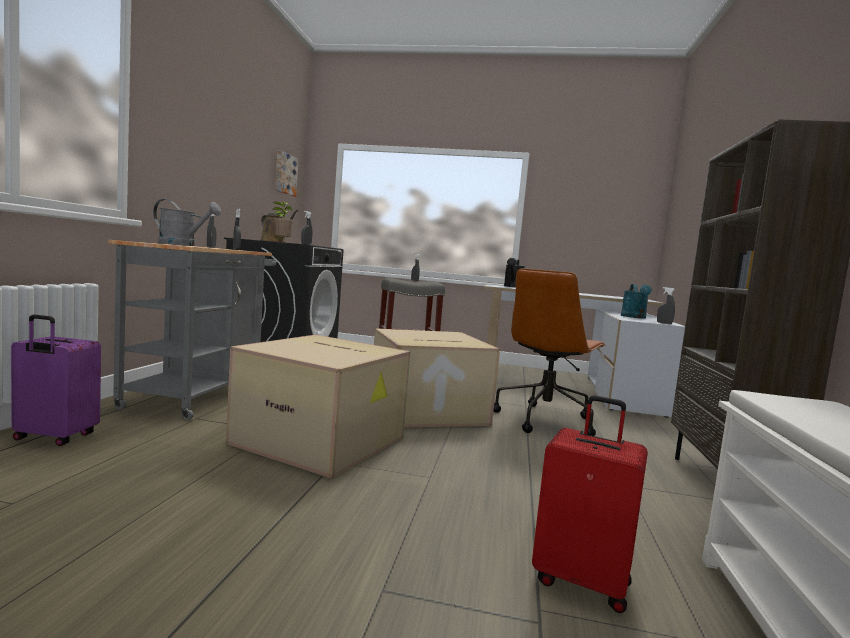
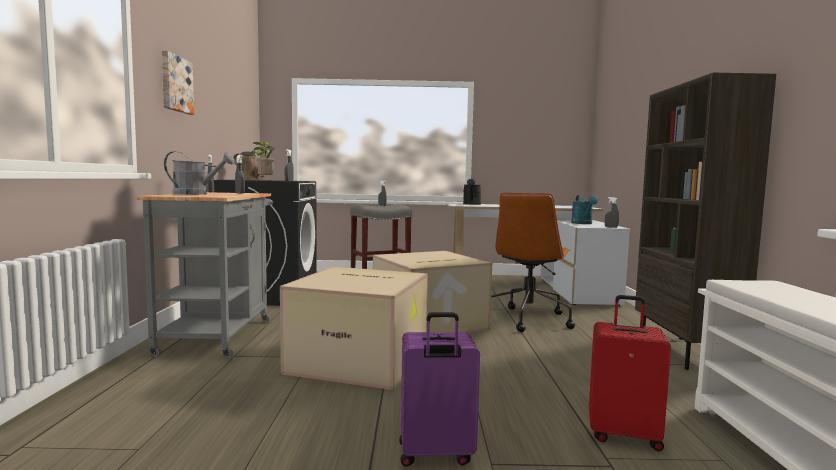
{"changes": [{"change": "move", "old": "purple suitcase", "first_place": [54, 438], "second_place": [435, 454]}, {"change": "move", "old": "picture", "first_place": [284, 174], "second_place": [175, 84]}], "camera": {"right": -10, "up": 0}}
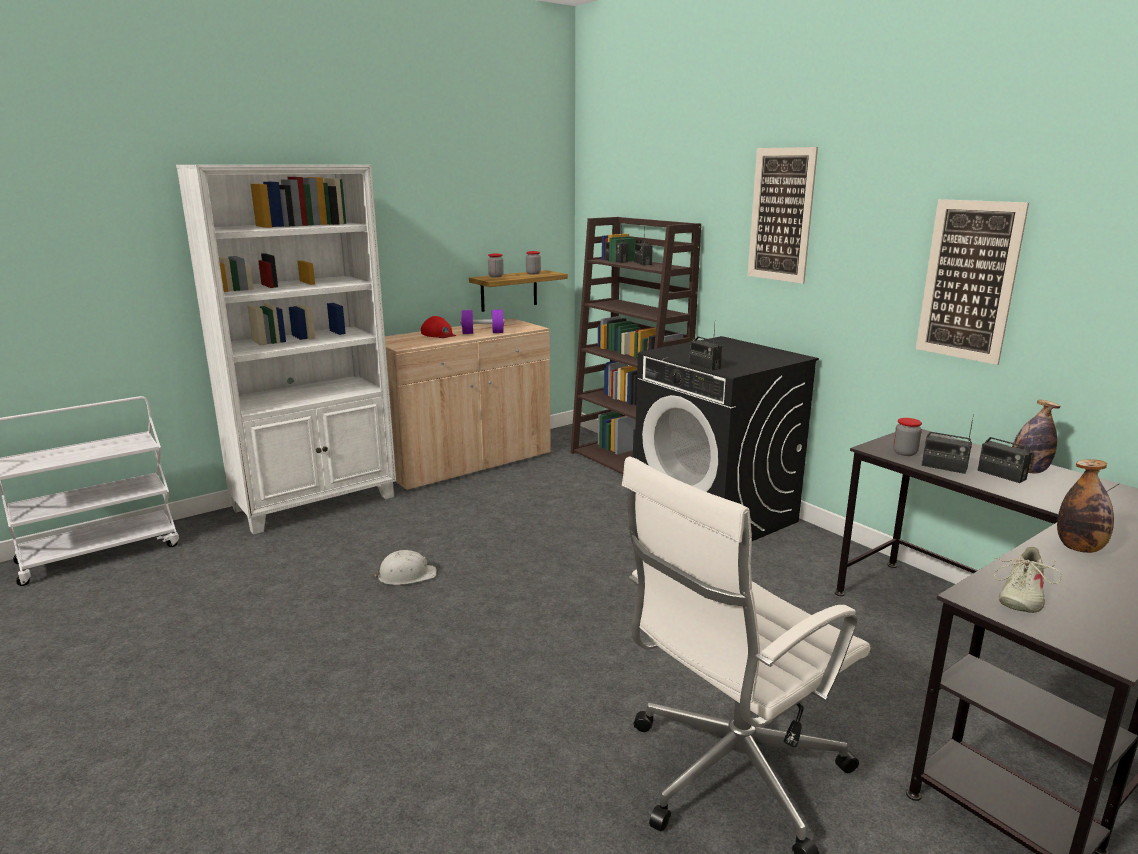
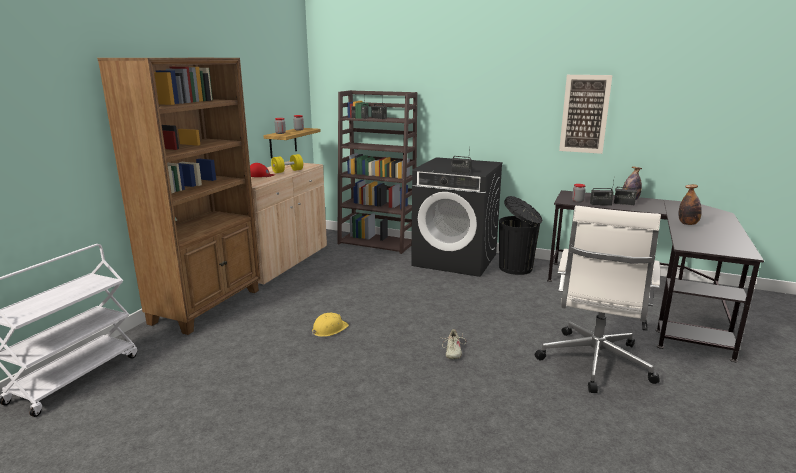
{"changes": [{"change": "recolor", "old": "white bookcase", "new": "brown bookcase", "first_place": [317, 503], "second_place": [208, 306]}, {"change": "recolor", "old": "white hard hat", "new": "yellow hard hat", "first_place": [406, 575], "second_place": [329, 329]}, {"change": "recolor", "old": "purple dumbbell", "new": "yellow dumbbell", "first_place": [483, 333], "second_place": [287, 171]}, {"change": "delete", "old": "picture", "first_place": [781, 215]}, {"change": "move", "old": "beige shoe", "first_place": [1020, 595], "second_place": [452, 351]}, {"change": "insert", "new": "black trash can", "second_place": [516, 268]}], "camera": {"right": -30, "up": 0}}
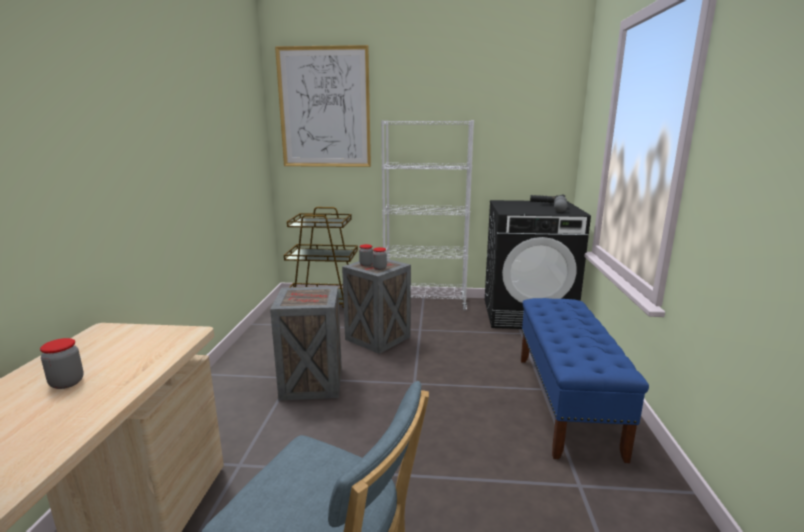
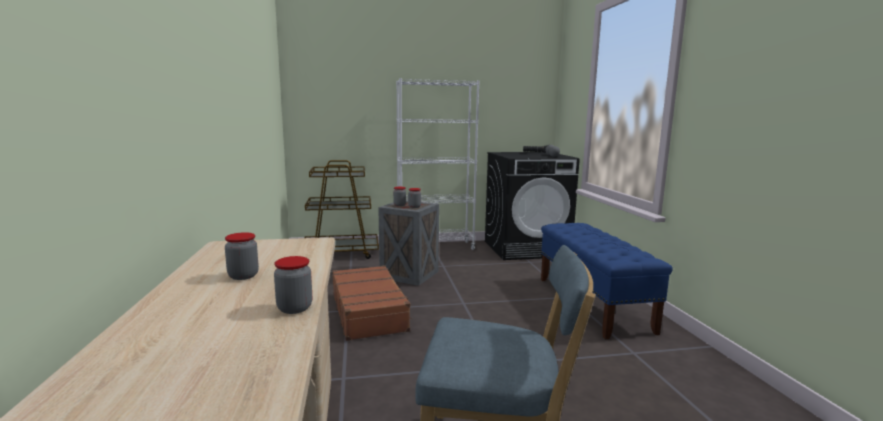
{"changes": [{"change": "replace", "old": "crate", "new": "brown suitcase", "first_place": [311, 382], "second_place": [369, 312]}, {"change": "delete", "old": "picture", "first_place": [324, 108]}, {"change": "insert", "new": "jar", "second_place": [294, 308]}], "camera": {"right": -15, "up": -5}}
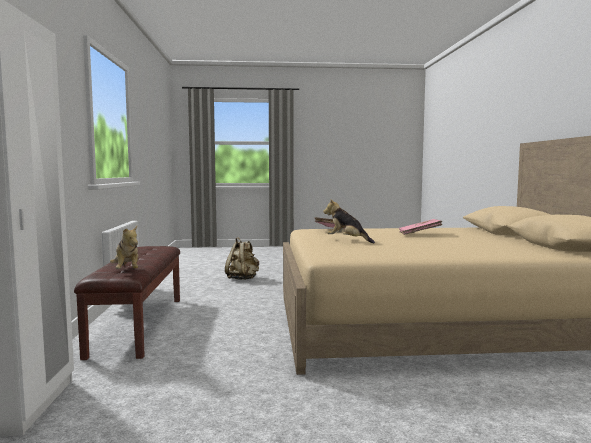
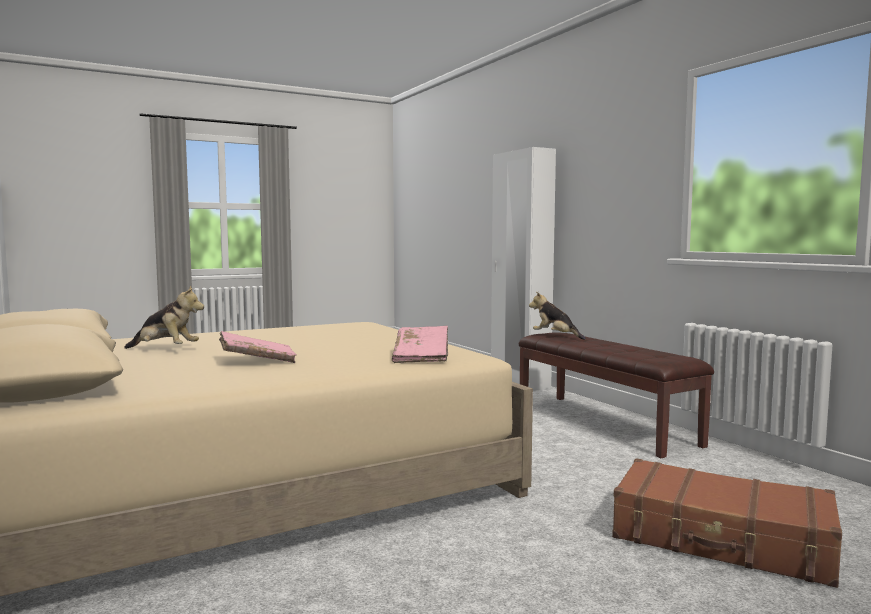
{"changes": [{"change": "replace", "old": "beige backpack", "new": "brown suitcase", "first_place": [243, 279], "second_place": [722, 540]}, {"change": "move", "old": "plush toy", "first_place": [347, 240], "second_place": [165, 350]}], "camera": {"right": 155, "up": 0}}
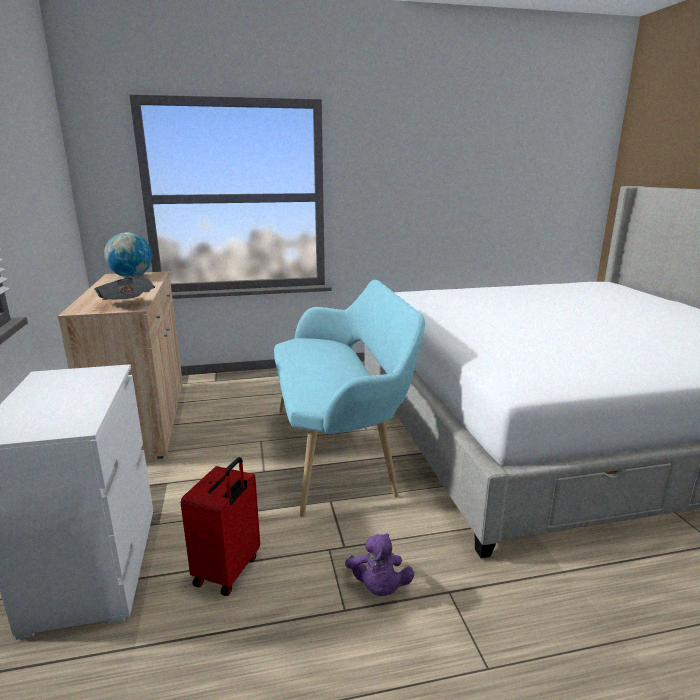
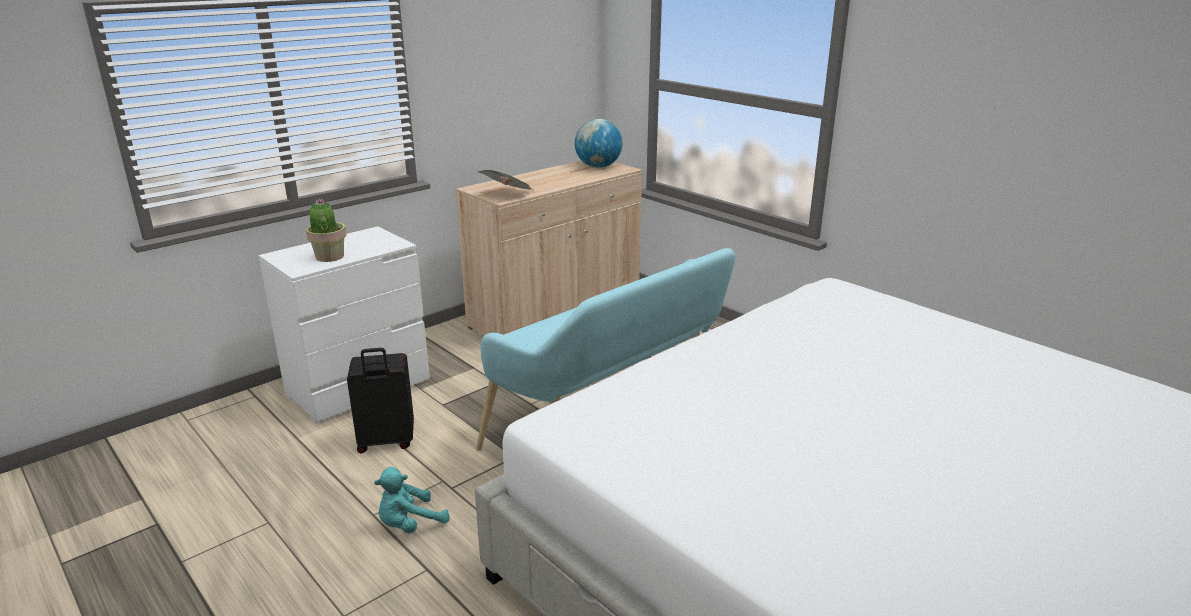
{"changes": [{"change": "recolor", "old": "red suitcase", "new": "black suitcase", "first_place": [228, 571], "second_place": [386, 442]}, {"change": "recolor", "old": "purple plush toy", "new": "turquoise plush toy", "first_place": [378, 587], "second_place": [409, 524]}, {"change": "insert", "new": "potted plant", "second_place": [329, 257]}], "camera": {"right": 60, "up": 5}}
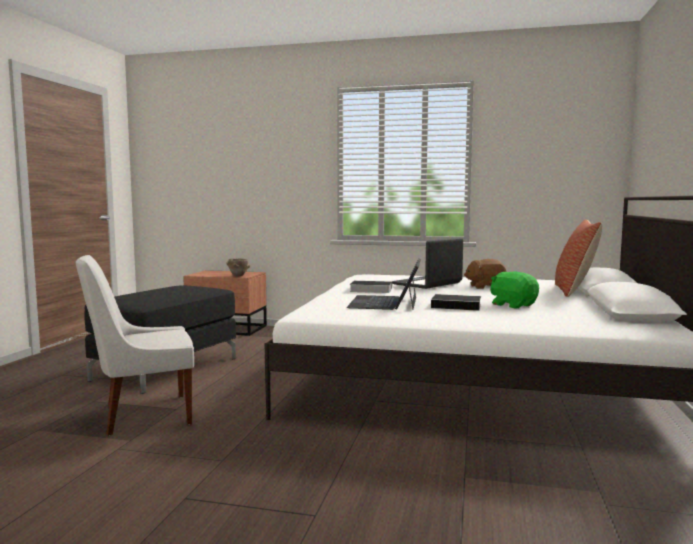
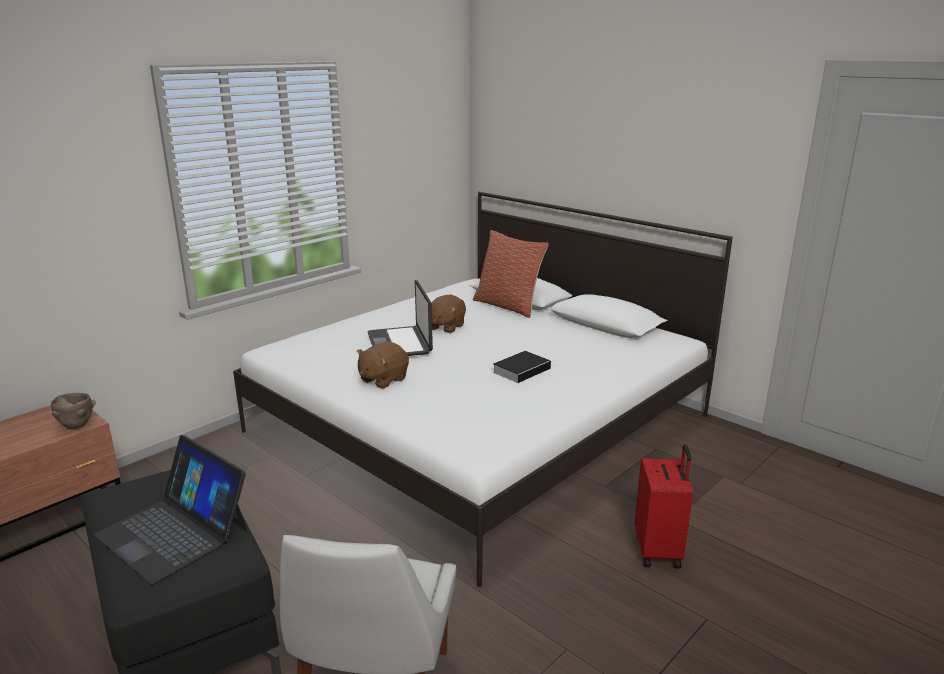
{"changes": [{"change": "move", "old": "laptop", "first_place": [385, 302], "second_place": [174, 531]}, {"change": "replace", "old": "book", "new": "brown plush toy", "first_place": [369, 290], "second_place": [383, 379]}, {"change": "delete", "old": "green plush toy", "first_place": [513, 305]}, {"change": "insert", "new": "red suitcase", "second_place": [659, 550]}], "camera": {"right": -60, "up": 15}}
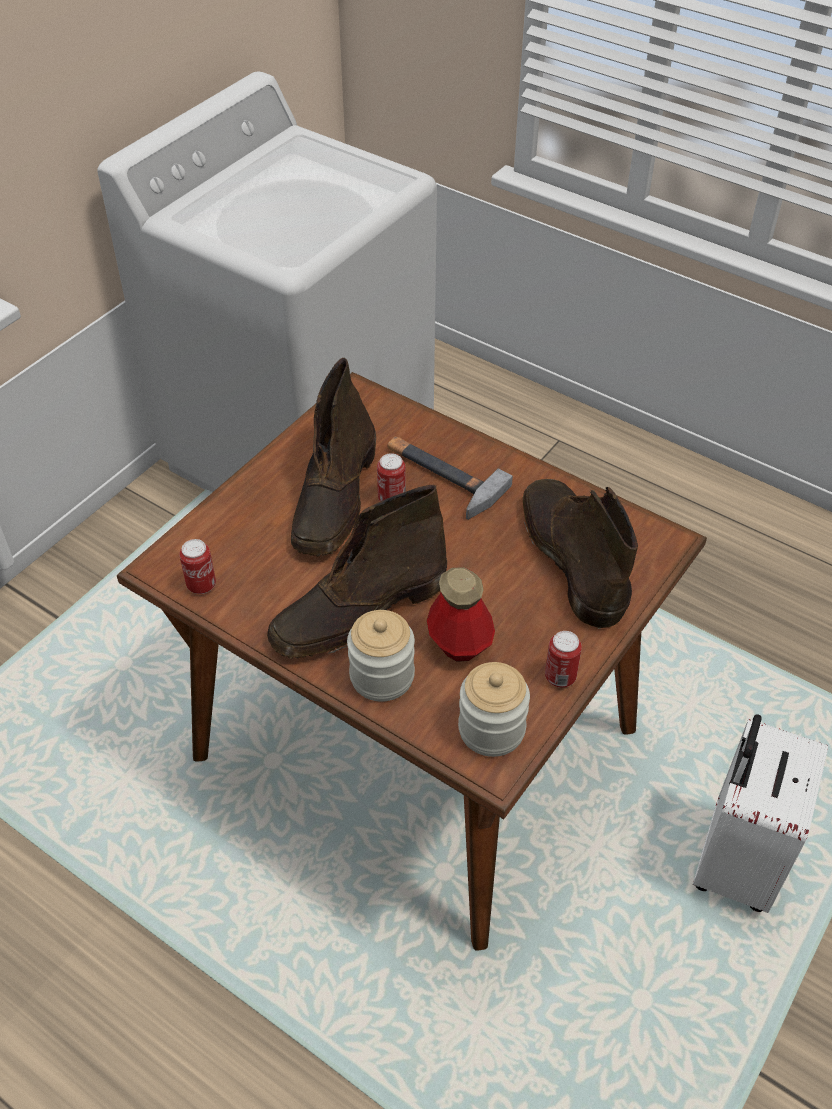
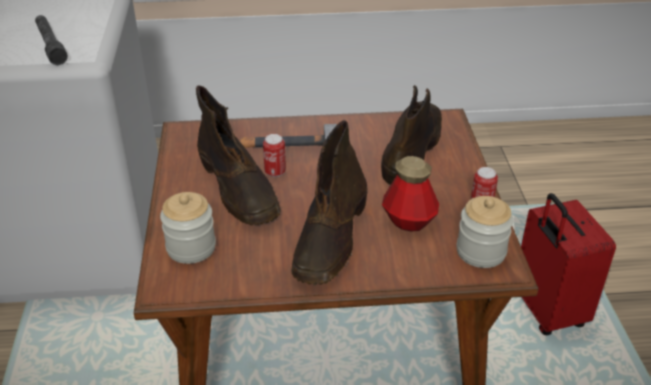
{"changes": [{"change": "delete", "old": "can", "first_place": [201, 585]}, {"change": "move", "old": "jar", "first_place": [382, 676], "second_place": [191, 247]}, {"change": "rotate", "old": "brown boot", "first_place": [571, 557], "second_place": [412, 149], "degrees": 75}, {"change": "recolor", "old": "white suitcase", "new": "red suitcase", "first_place": [734, 861], "second_place": [546, 311]}, {"change": "insert", "new": "grey flashlight", "second_place": [50, 45]}], "camera": {"right": -40, "up": -10}}
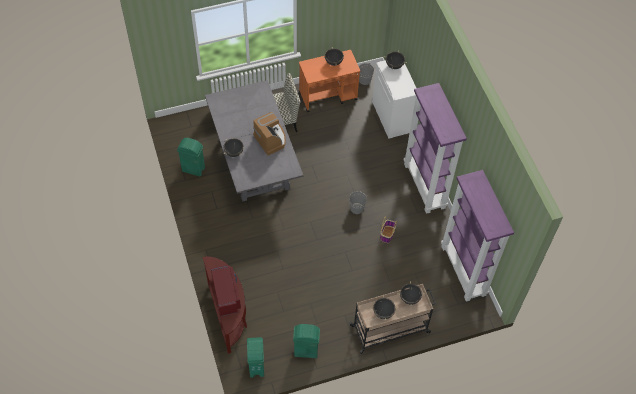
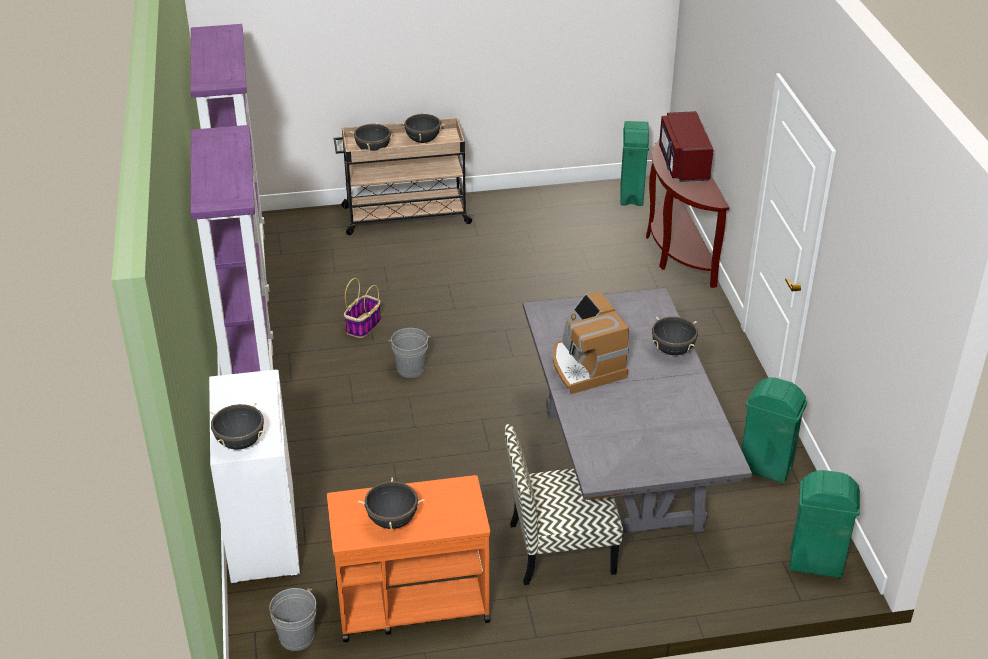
{"changes": [{"change": "move", "old": "green trash can", "first_place": [305, 351], "second_place": [816, 564]}], "camera": {"right": -170, "up": -20}}
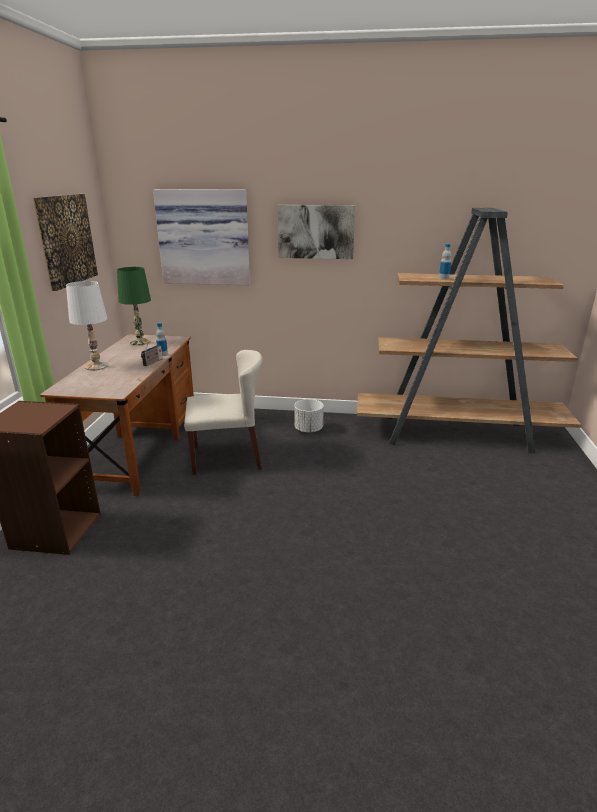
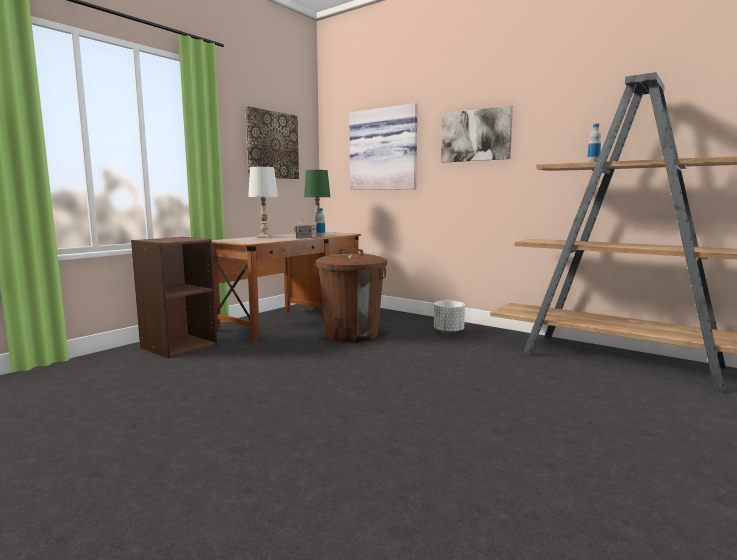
{"changes": [{"change": "replace", "old": "beige chair", "new": "brown trash can", "first_place": [227, 457], "second_place": [351, 334]}], "camera": {"right": 30, "up": -15}}
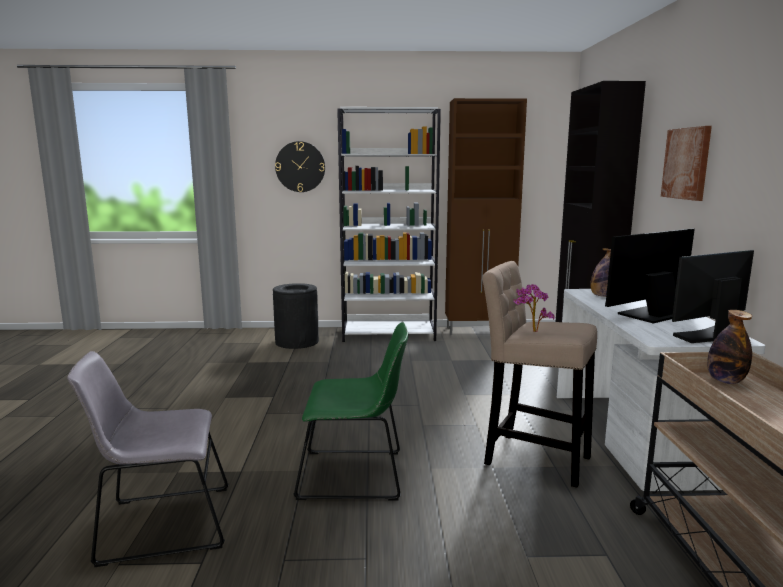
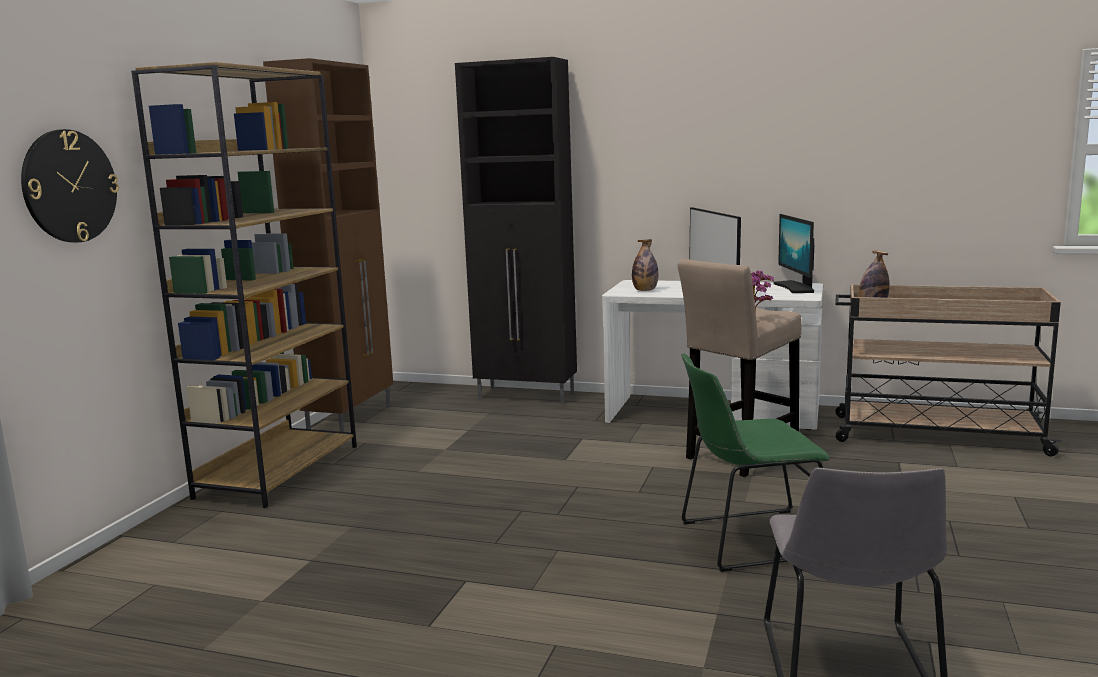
{"changes": [{"change": "delete", "old": "black trash can", "first_place": [297, 341]}, {"change": "rotate", "old": "green chair", "first_place": [356, 475], "second_place": [749, 540], "degrees": -120}, {"change": "recolor", "old": "white bookcase", "new": "brown bookcase", "first_place": [389, 334], "second_place": [279, 471]}, {"change": "delete", "old": "picture", "first_place": [687, 163]}], "camera": {"right": -70, "up": 0}}
